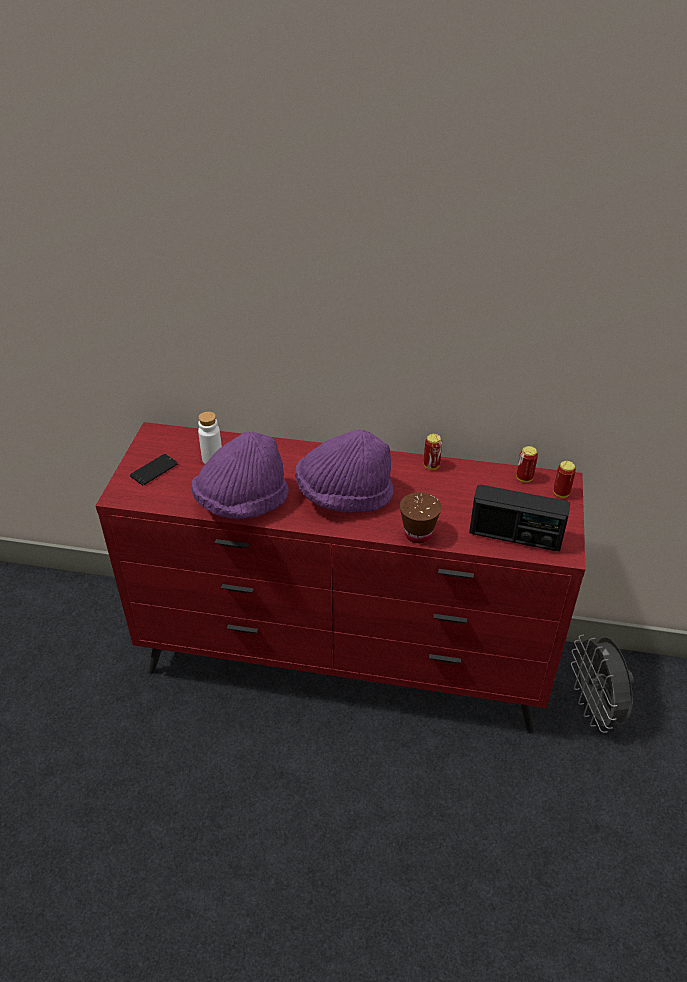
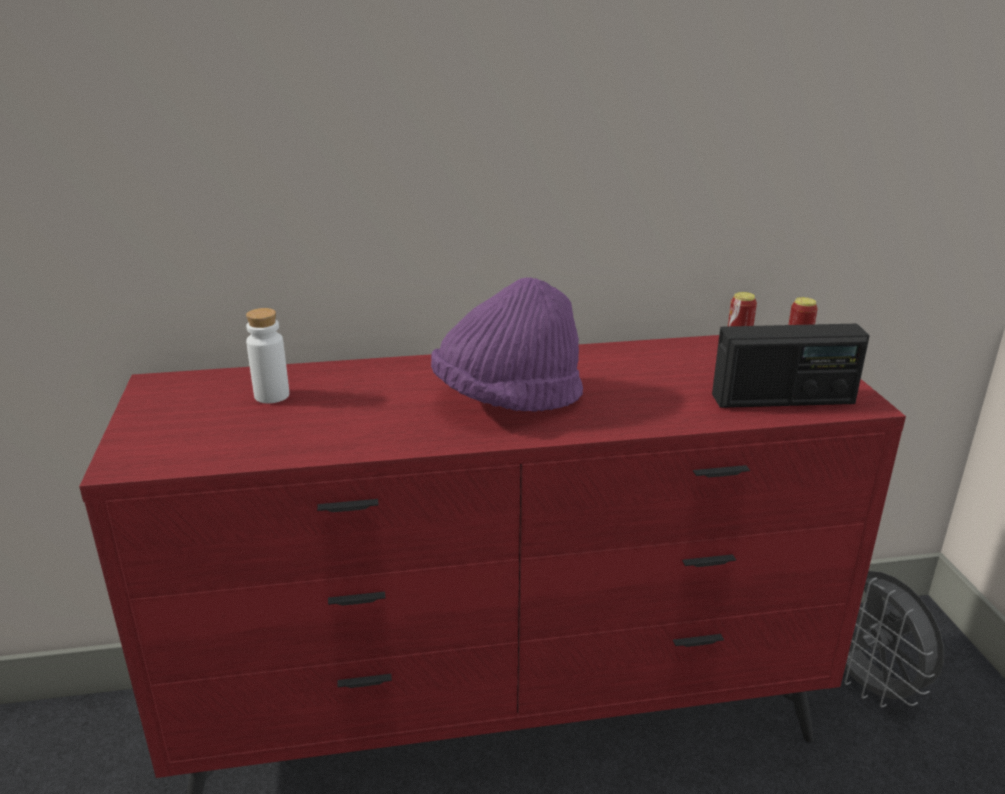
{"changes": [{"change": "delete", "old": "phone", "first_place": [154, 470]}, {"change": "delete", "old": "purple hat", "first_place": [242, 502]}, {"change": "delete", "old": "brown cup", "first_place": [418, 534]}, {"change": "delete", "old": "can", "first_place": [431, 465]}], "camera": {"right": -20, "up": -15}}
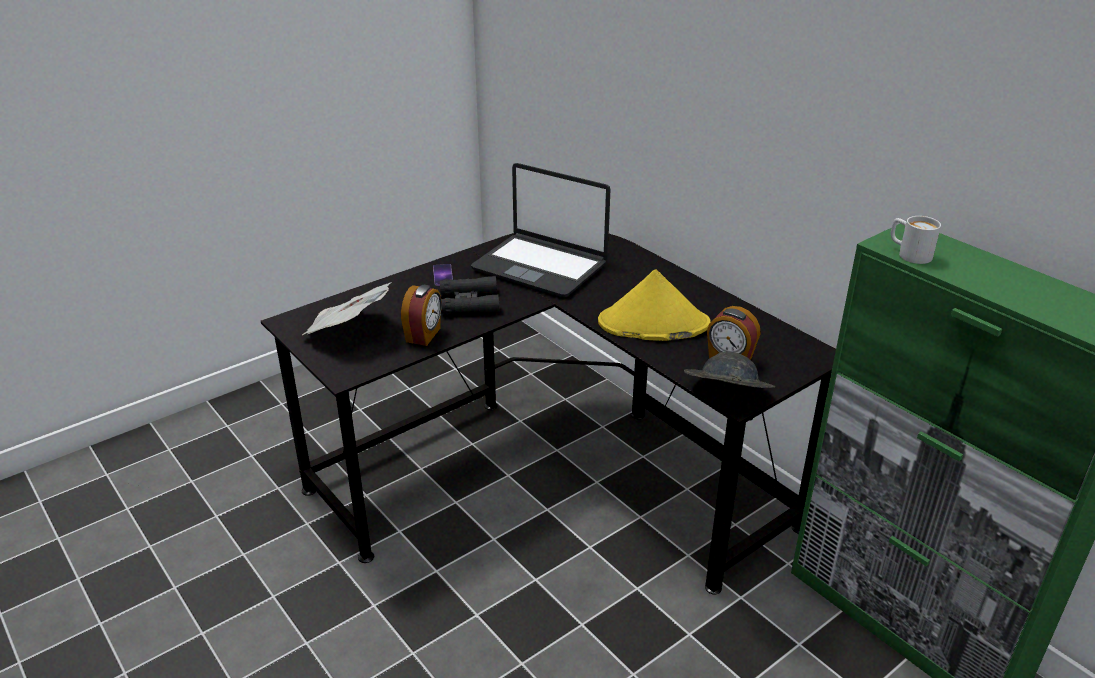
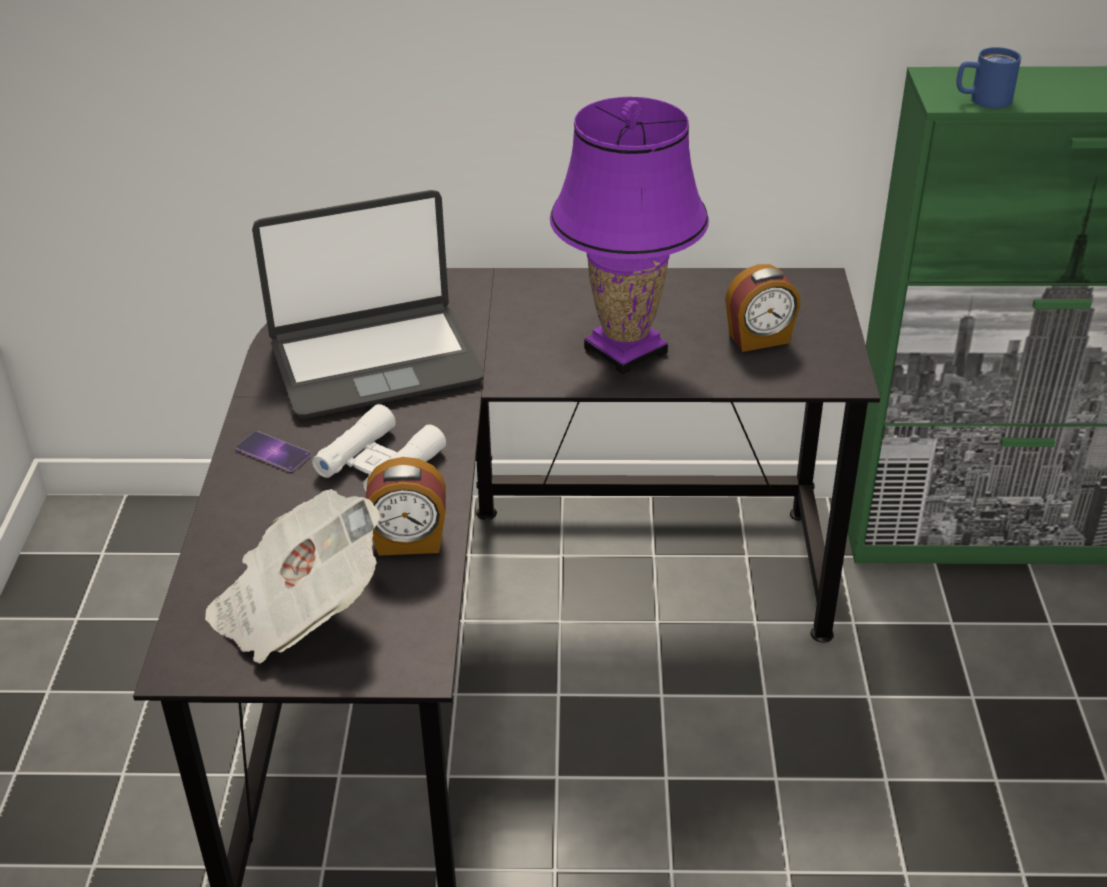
{"changes": [{"change": "rotate", "old": "alarm clock", "first_place": [424, 335], "second_place": [409, 542], "degrees": 120}, {"change": "recolor", "old": "black binoculars", "new": "white binoculars", "first_place": [469, 302], "second_place": [380, 463]}, {"change": "replace", "old": "yellow hat", "new": "purple table lamp", "first_place": [653, 324], "second_place": [625, 350]}, {"change": "delete", "old": "grey hat", "first_place": [726, 396]}, {"change": "recolor", "old": "white mug", "new": "blue mug", "first_place": [908, 254], "second_place": [982, 100]}], "camera": {"right": -50, "up": 5}}
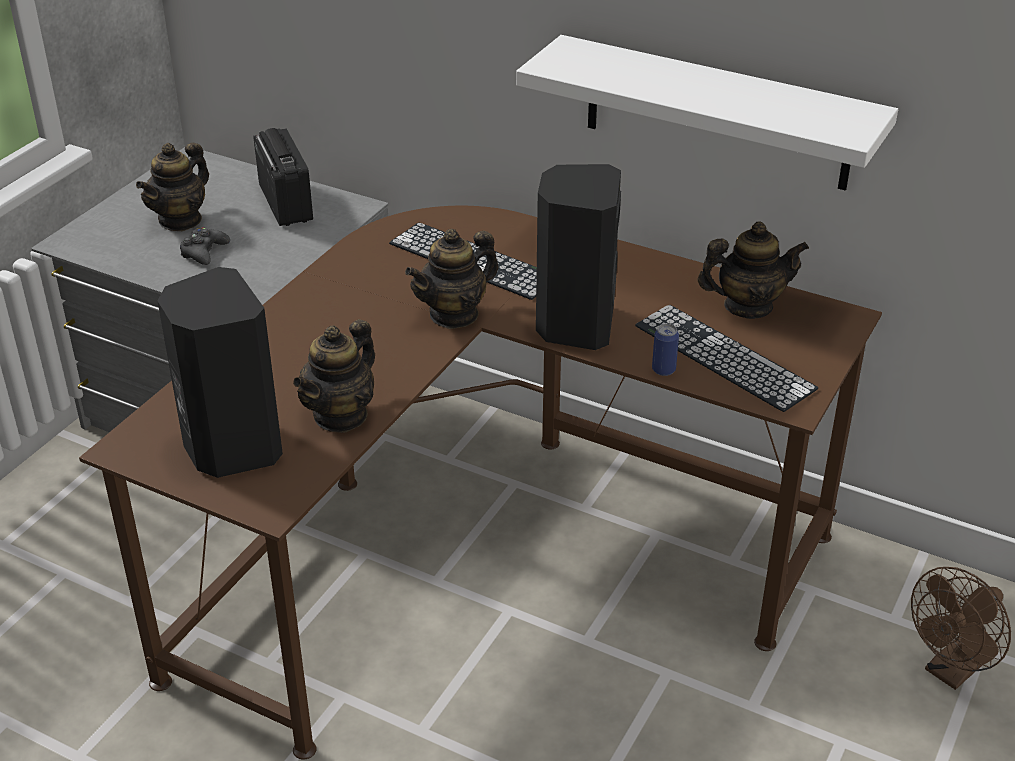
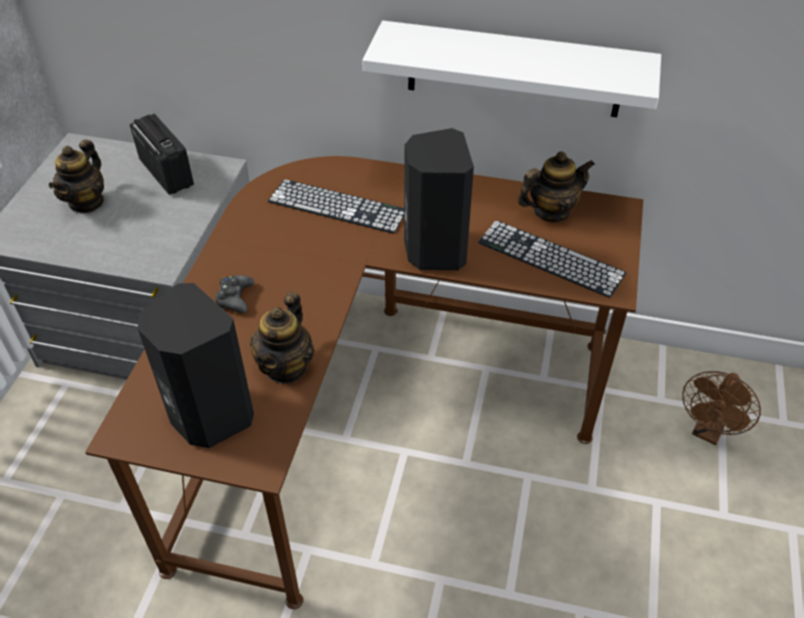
{"changes": [{"change": "move", "old": "black game controller", "first_place": [204, 252], "second_place": [235, 298]}, {"change": "delete", "old": "teapot", "first_place": [454, 314]}, {"change": "delete", "old": "can", "first_place": [663, 370]}], "camera": {"right": -15, "up": 10}}
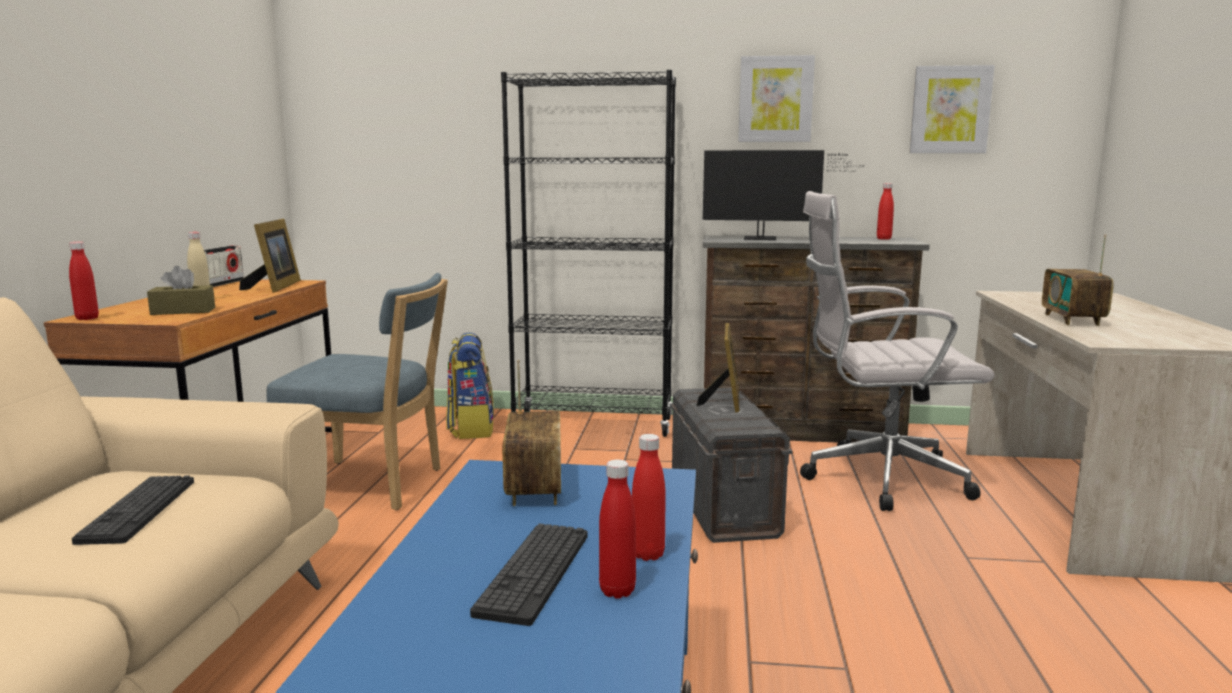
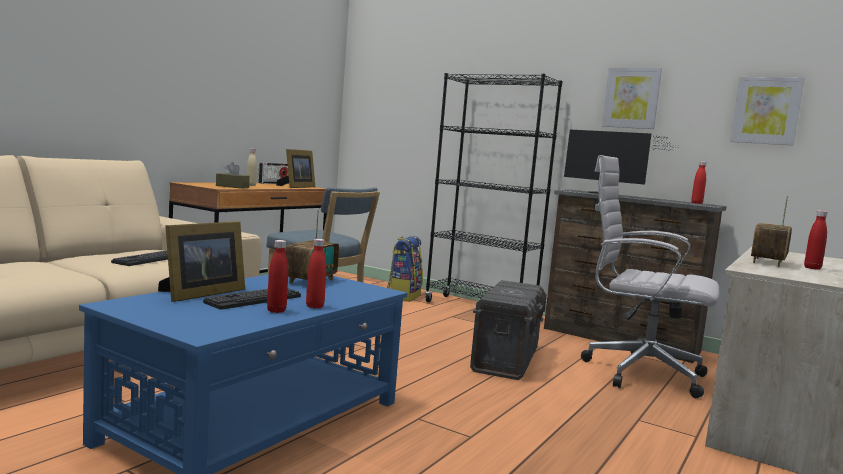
{"changes": [{"change": "move", "old": "red bottle", "first_place": [87, 318], "second_place": [812, 268]}, {"change": "move", "old": "picture frame", "first_place": [725, 400], "second_place": [200, 293]}], "camera": {"right": 25, "up": -5}}
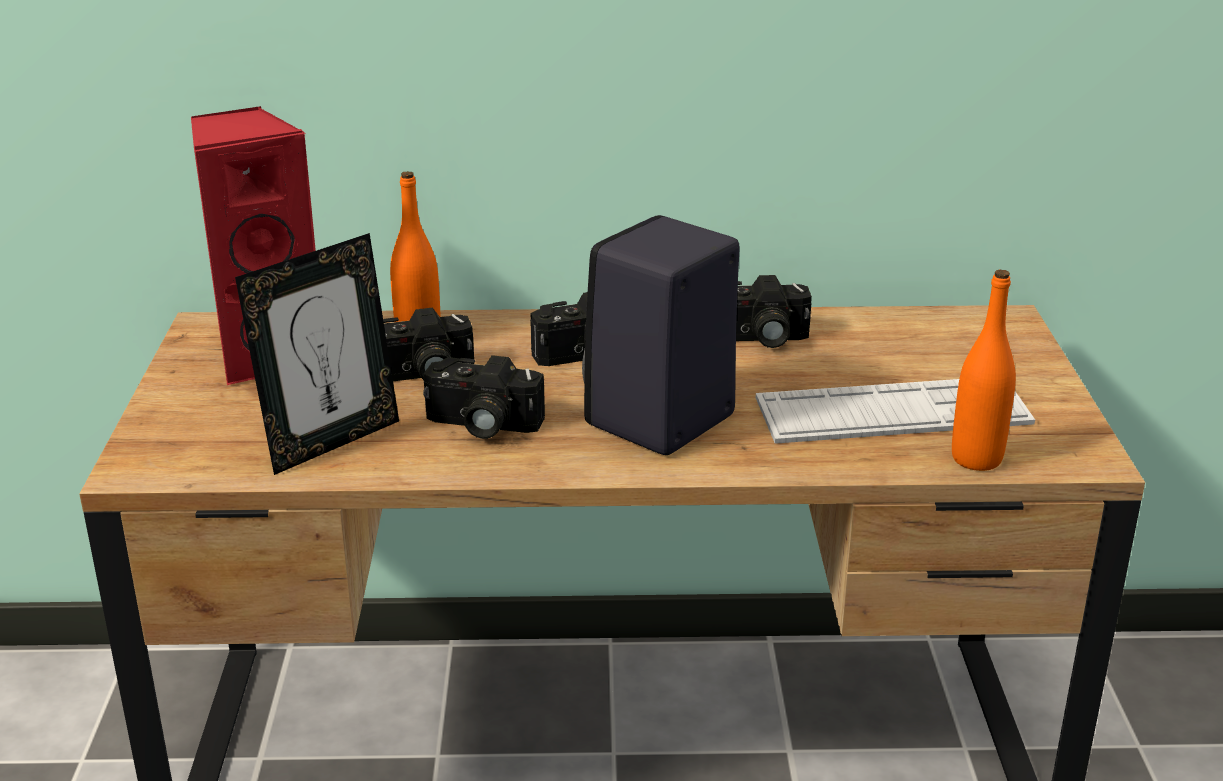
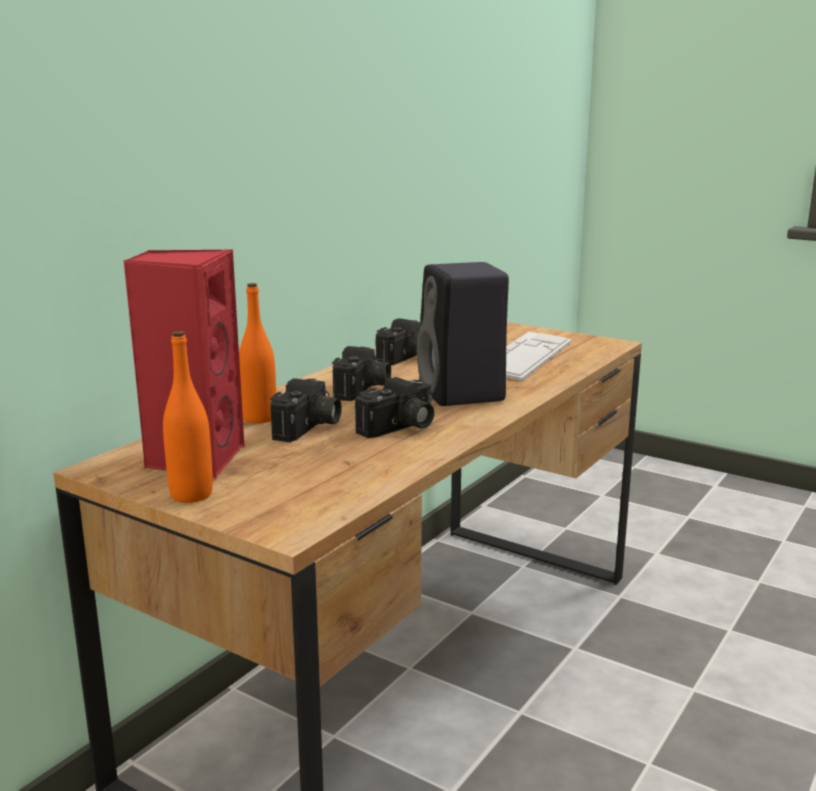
{"changes": [{"change": "delete", "old": "picture frame", "first_place": [331, 442]}, {"change": "move", "old": "orange bottle", "first_place": [976, 459], "second_place": [191, 495]}], "camera": {"right": -55, "up": -10}}
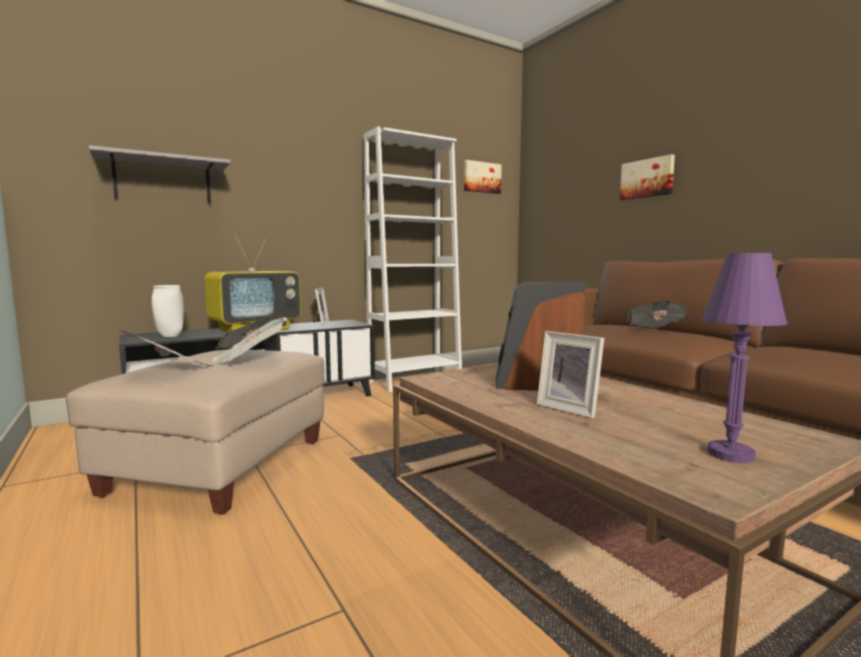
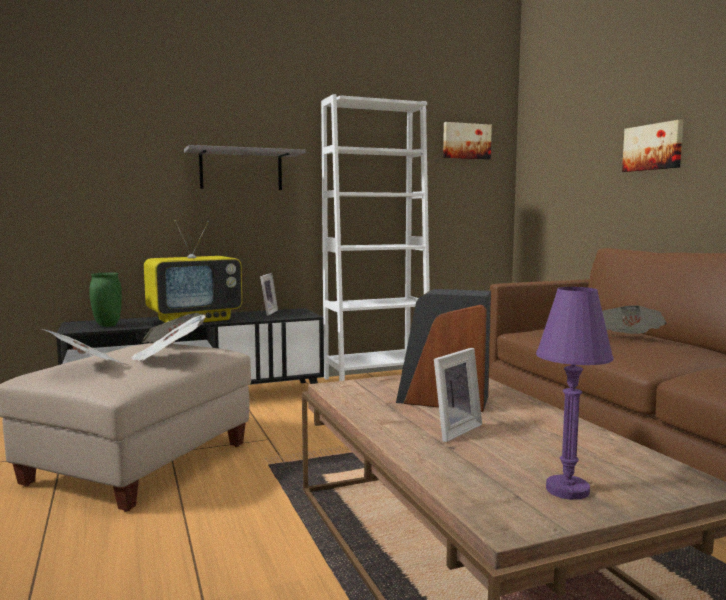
{"changes": [{"change": "move", "old": "grey shelf", "first_place": [163, 181], "second_place": [241, 170]}, {"change": "recolor", "old": "white vase", "new": "green vase", "first_place": [171, 336], "second_place": [108, 325]}, {"change": "rotate", "old": "picture frame", "first_place": [570, 409], "second_place": [452, 430], "degrees": -105}], "camera": {"right": 10, "up": 0}}
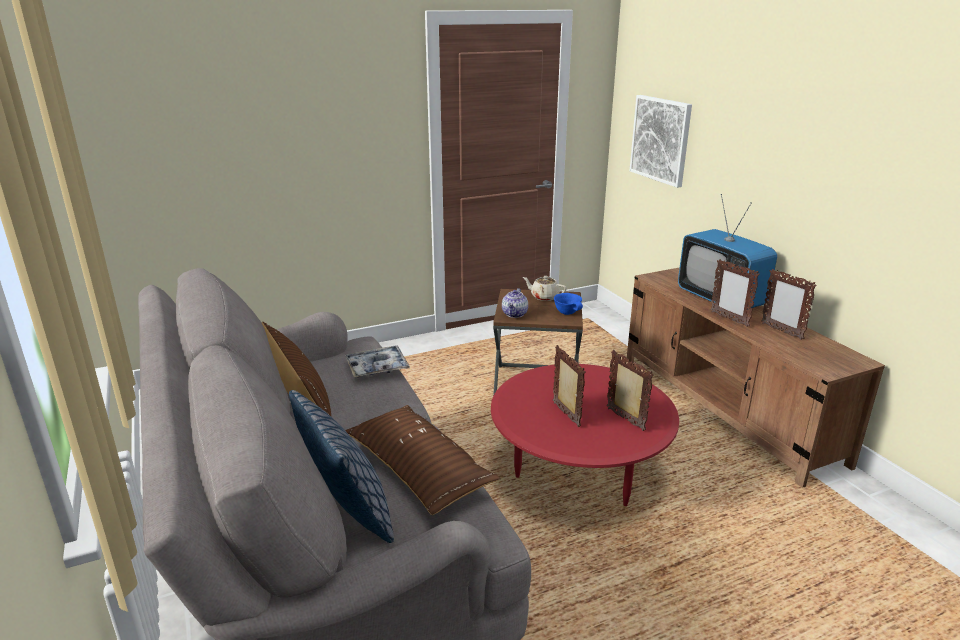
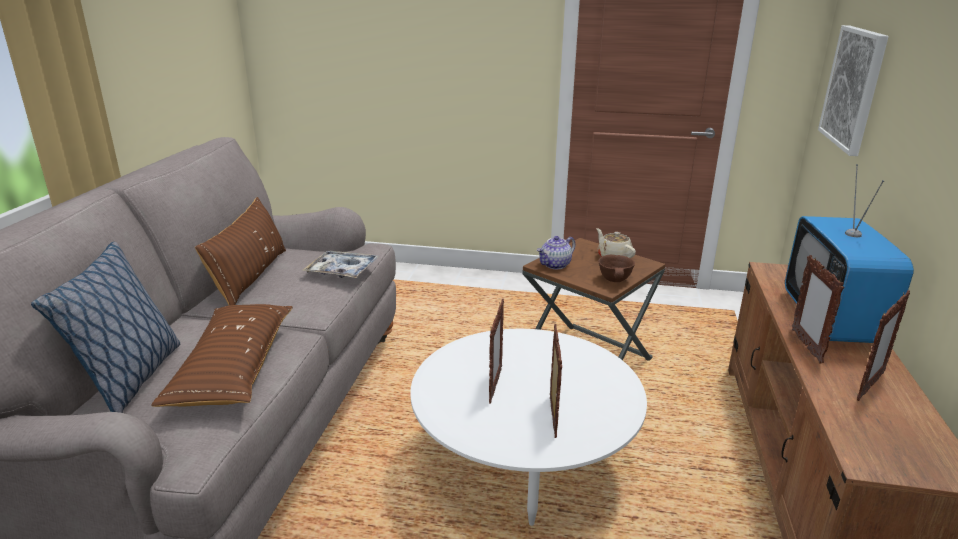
{"changes": [{"change": "recolor", "old": "red coffee table", "new": "white coffee table", "first_place": [578, 473], "second_place": [523, 466]}, {"change": "recolor", "old": "blue bowl", "new": "brown bowl", "first_place": [568, 313], "second_place": [615, 280]}, {"change": "rotate", "old": "picture frame", "first_place": [781, 331], "second_place": [869, 386], "degrees": -135}], "camera": {"right": 35, "up": 0}}
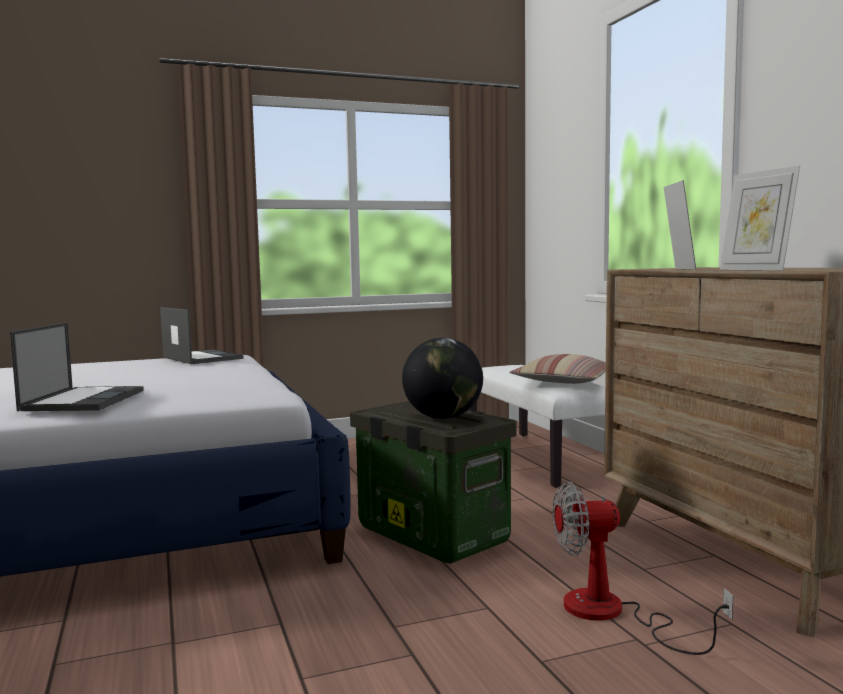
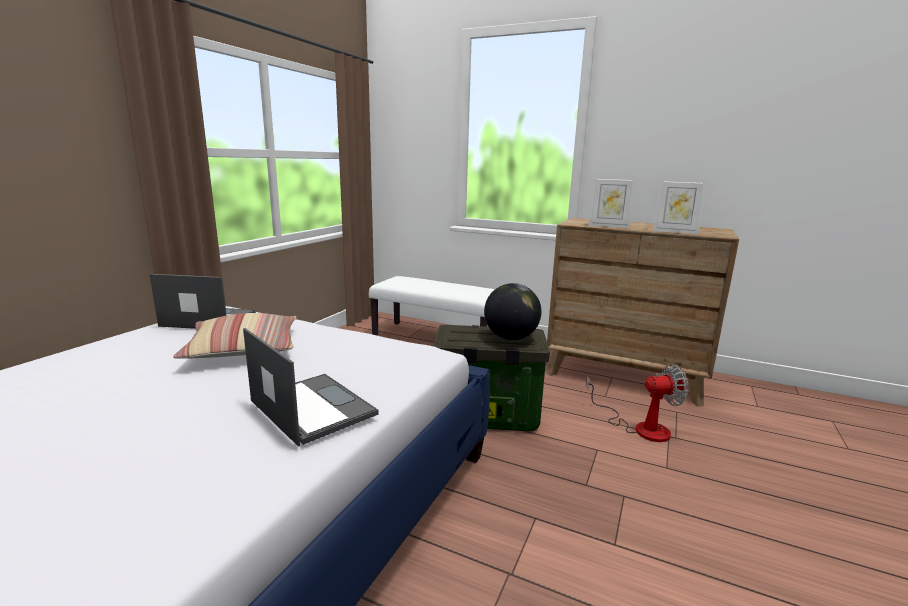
{"changes": [{"change": "move", "old": "pillow", "first_place": [564, 382], "second_place": [243, 349]}, {"change": "rotate", "old": "fan", "first_place": [612, 614], "second_place": [640, 427], "degrees": -135}, {"change": "rotate", "old": "picture frame", "first_place": [678, 269], "second_place": [608, 226], "degrees": 150}], "camera": {"right": -45, "up": 10}}
